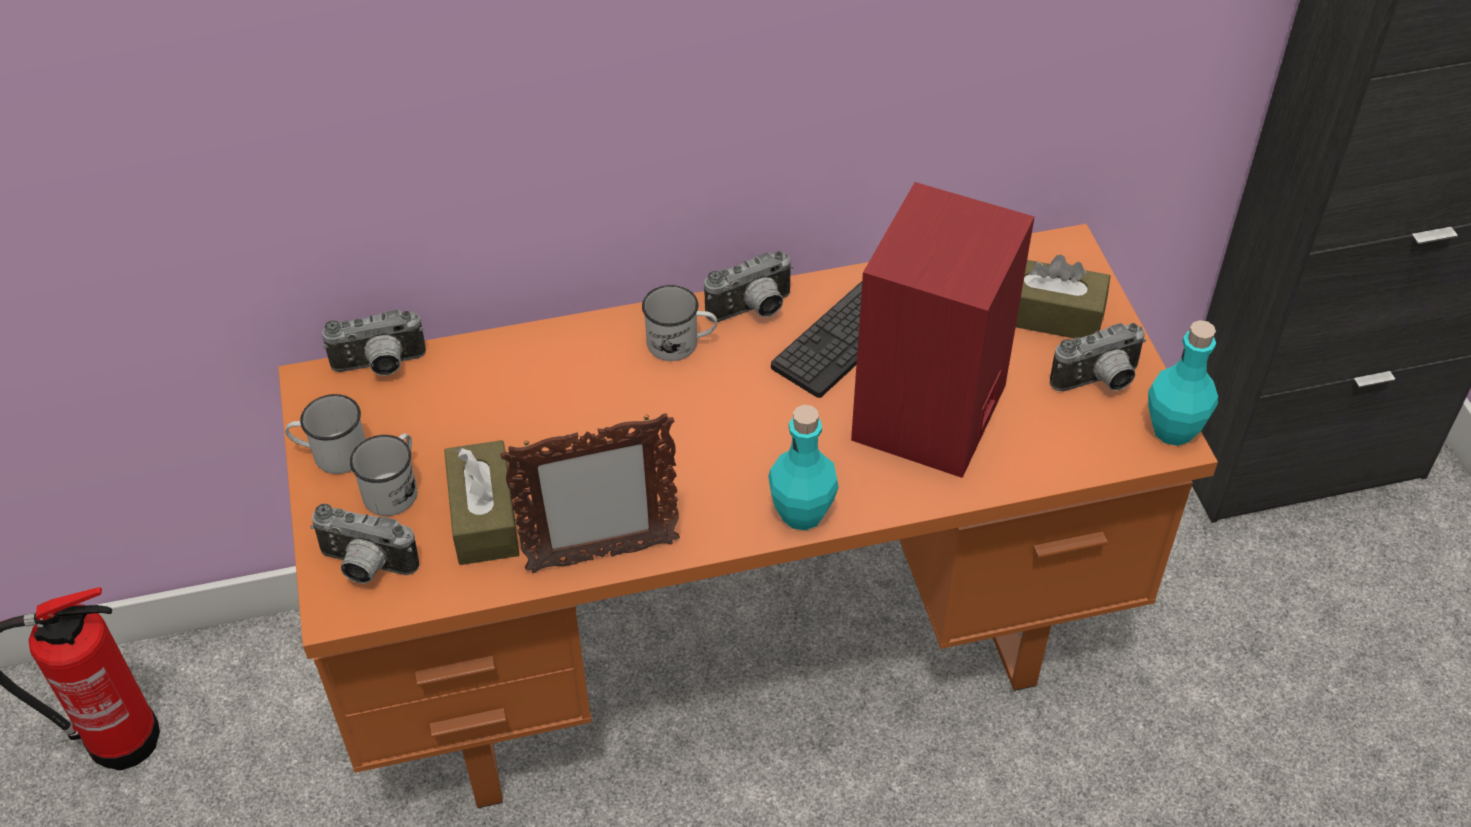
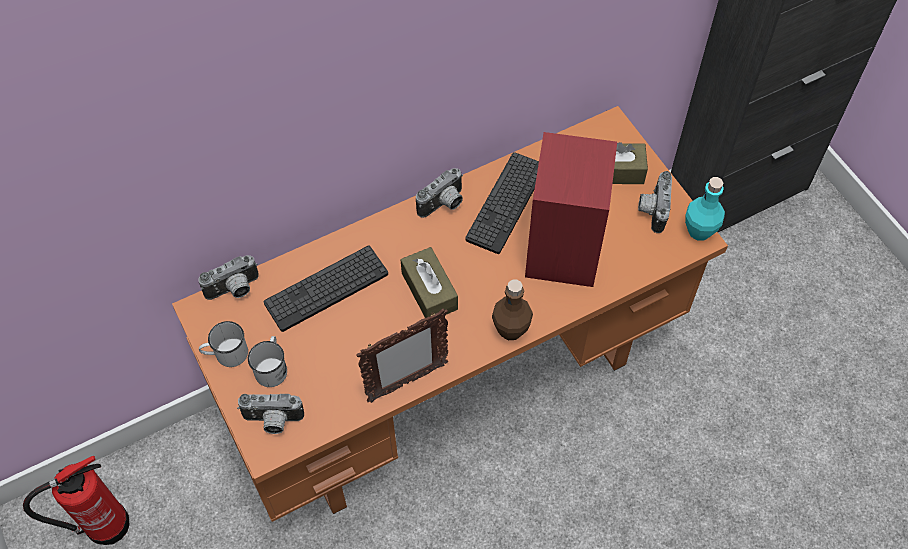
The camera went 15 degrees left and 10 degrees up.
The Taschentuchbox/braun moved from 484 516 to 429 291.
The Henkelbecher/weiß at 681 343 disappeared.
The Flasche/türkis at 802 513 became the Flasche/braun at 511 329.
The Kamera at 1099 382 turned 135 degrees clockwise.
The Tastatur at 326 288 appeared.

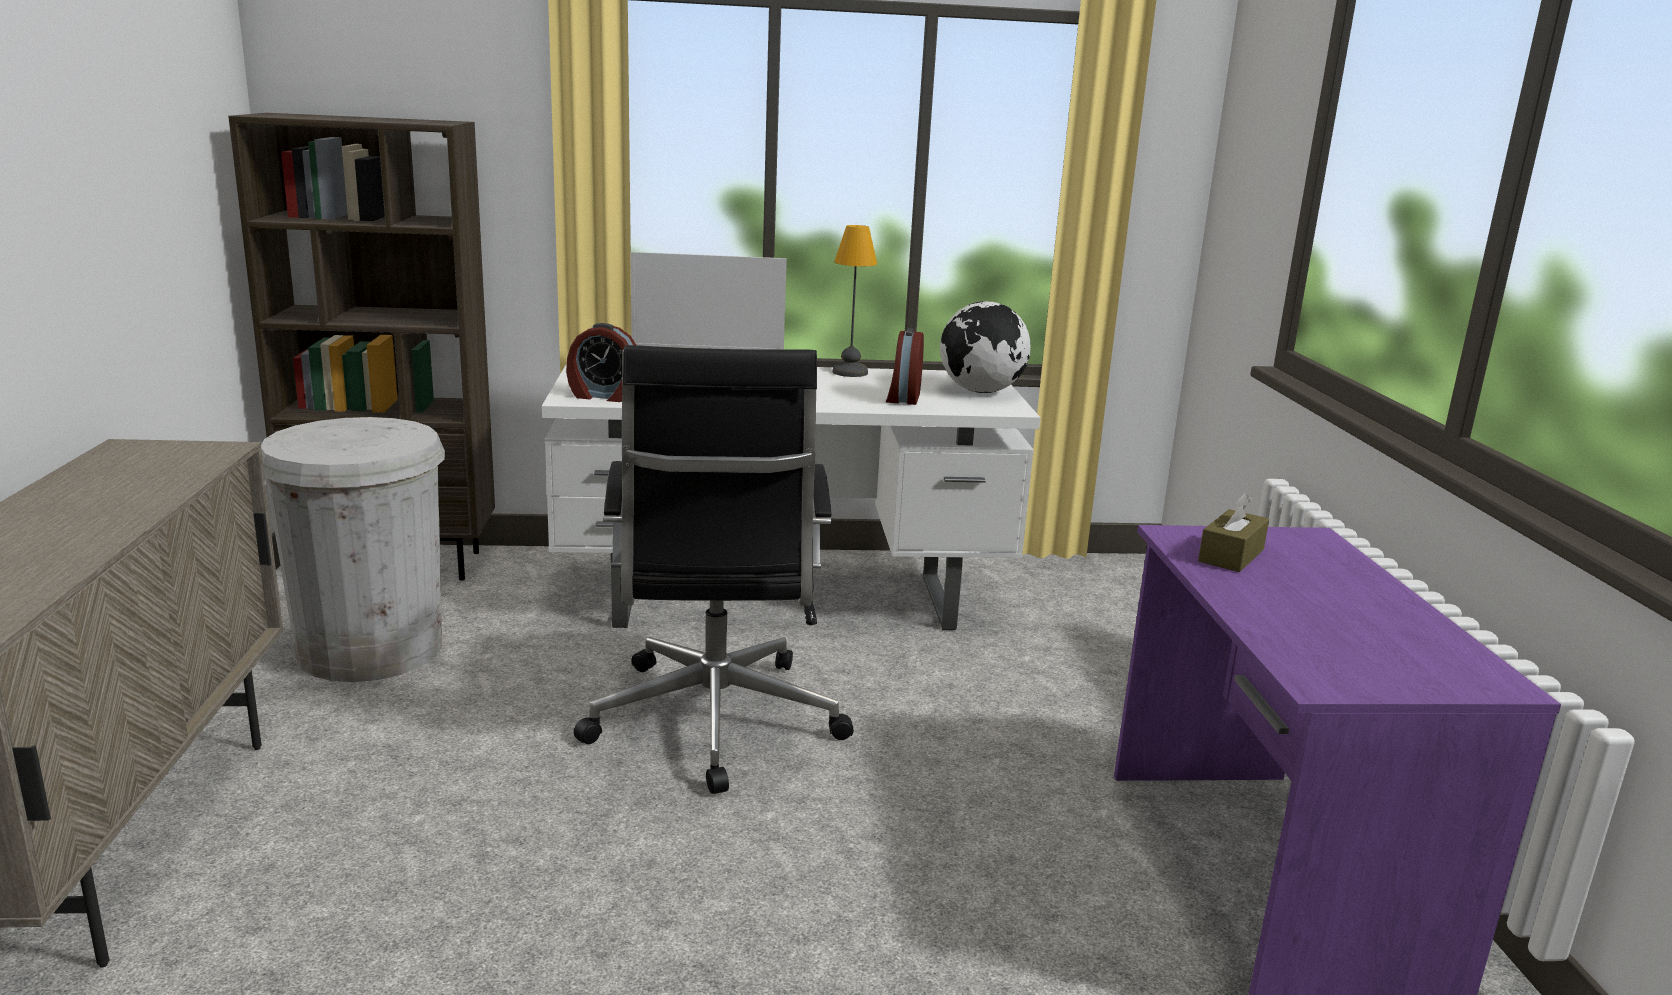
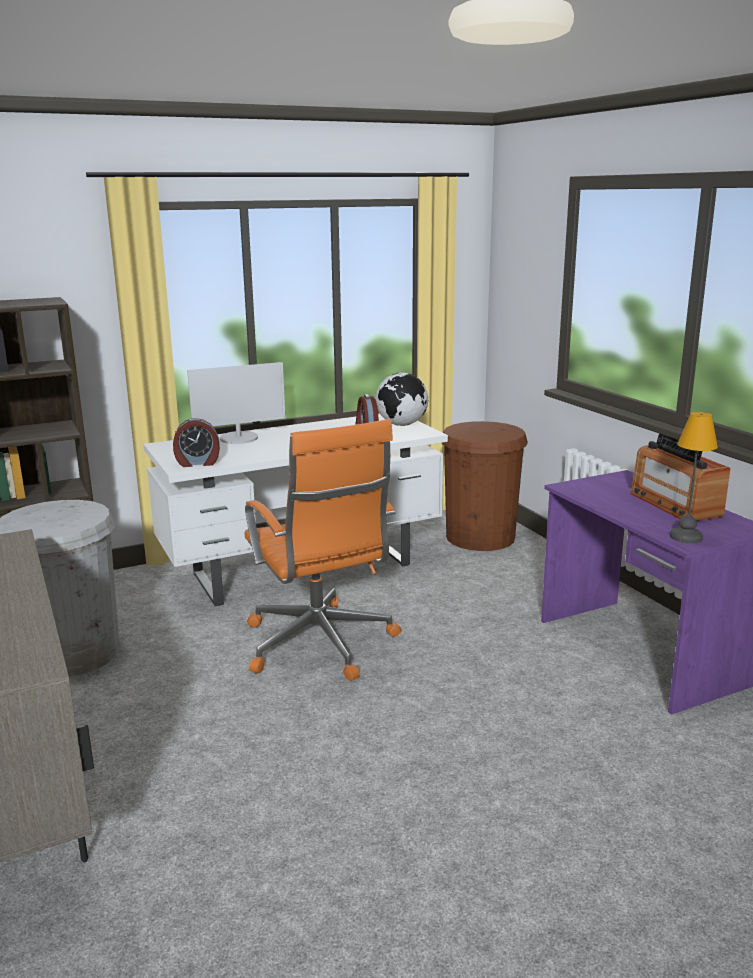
The camera went 20 degrees left and 0 degrees up.
The Bürostuhl/schwarz at 714 724 became the Bürostuhl/orange at 320 645.
The Tischlampe moved from 850 372 to 685 536.
The Taschentuchbox/braun at 1231 555 disappeared.
The Mülleimer/braun at 480 537 appeared.
The Radio at 675 504 appeared.

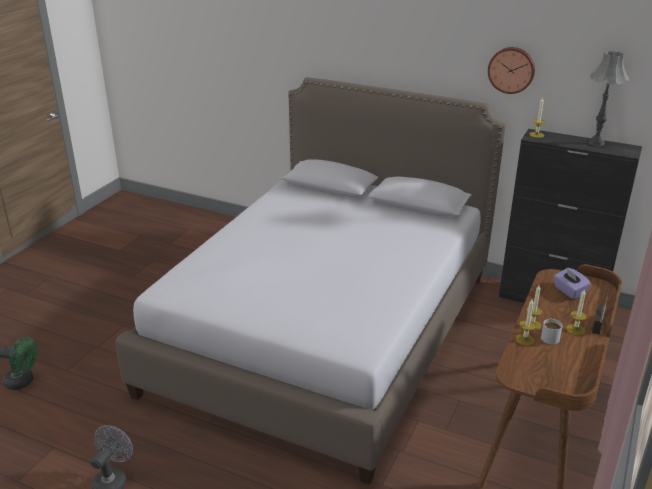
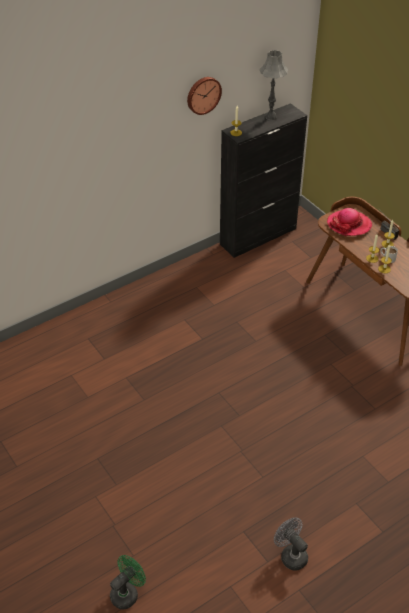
The camera went 60 degrees left and 15 degrees up.
The Bett at 325 331 disappeared.
The Taschentuchbox/lila at 569 291 was replaced by the Hut at 349 225.

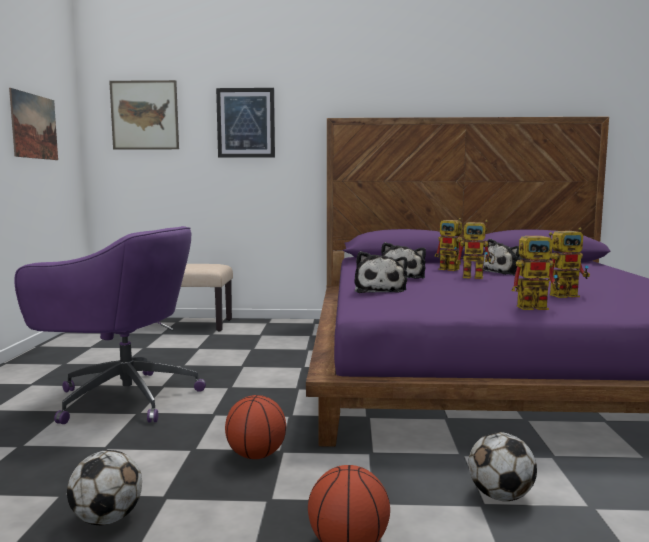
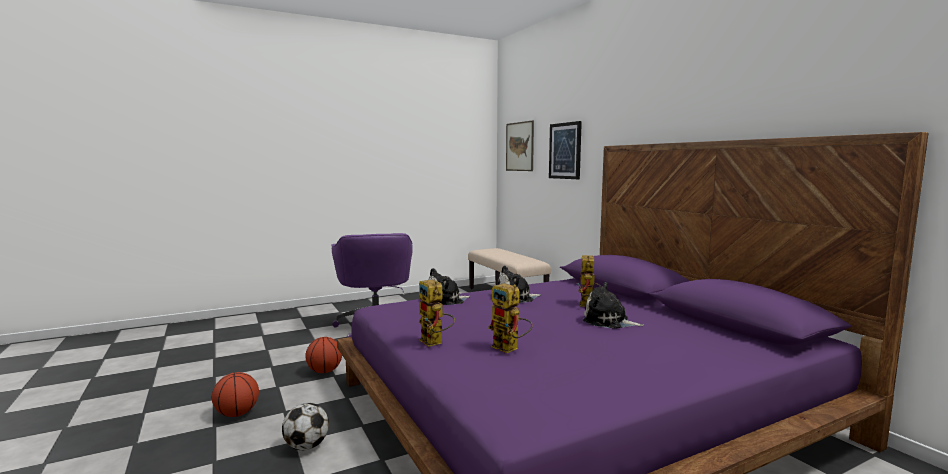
The camera went 60 degrees right and 0 degrees up.
The Bild at 34 126 disappeared.
The Fußball at 107 519 disappeared.
The Spielzeugroboter at 478 277 disappeared.

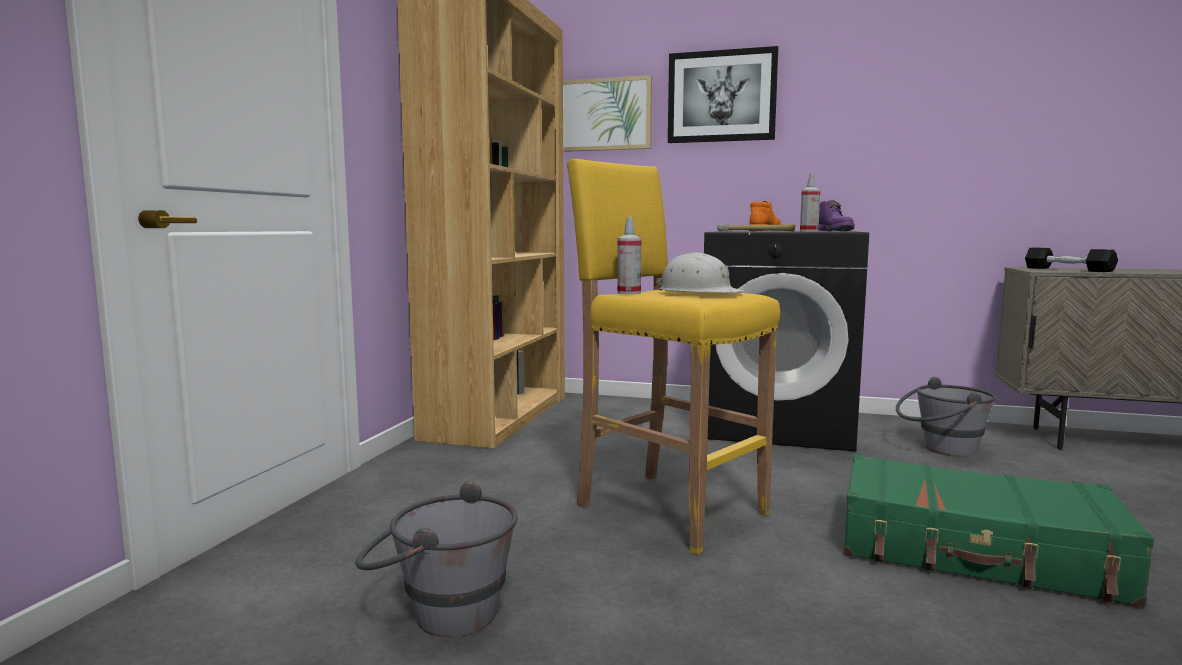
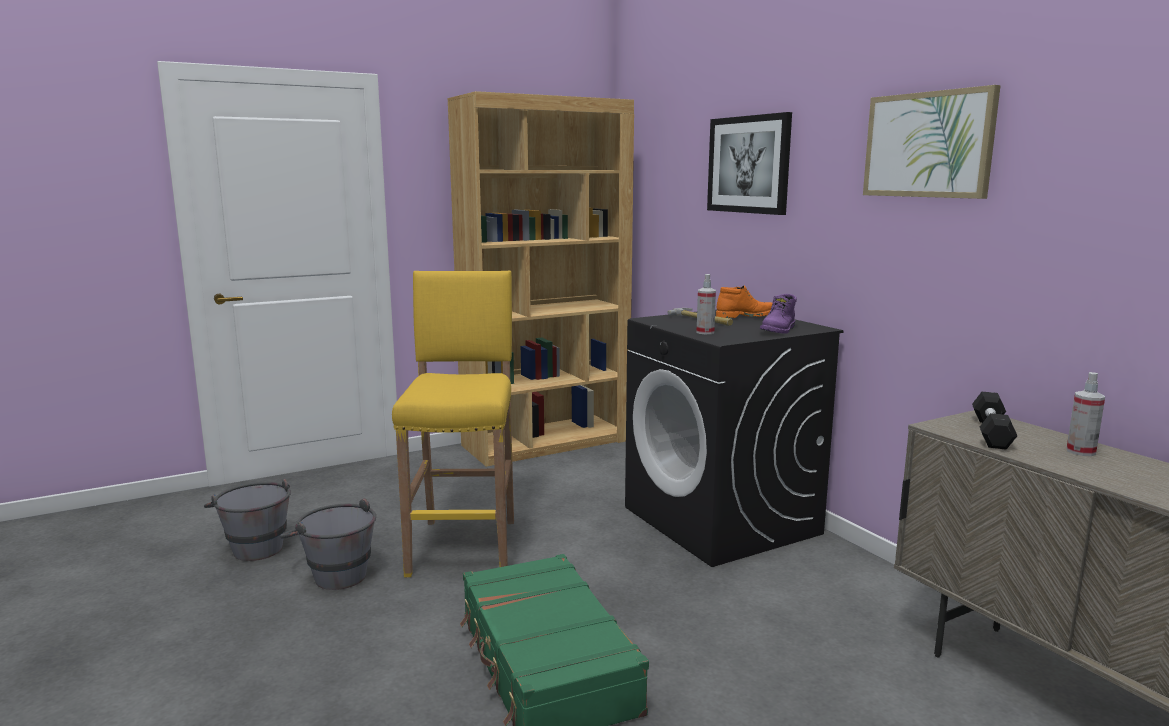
The camera went 45 degrees right and 5 degrees up.
The Bild moved from 604 115 to 928 145.
The Sprühflasche moved from 629 293 to 1080 451.
The Schutzhelm/weiß at 698 292 disappeared.
The Eimer/grau moved from 941 450 to 333 574.

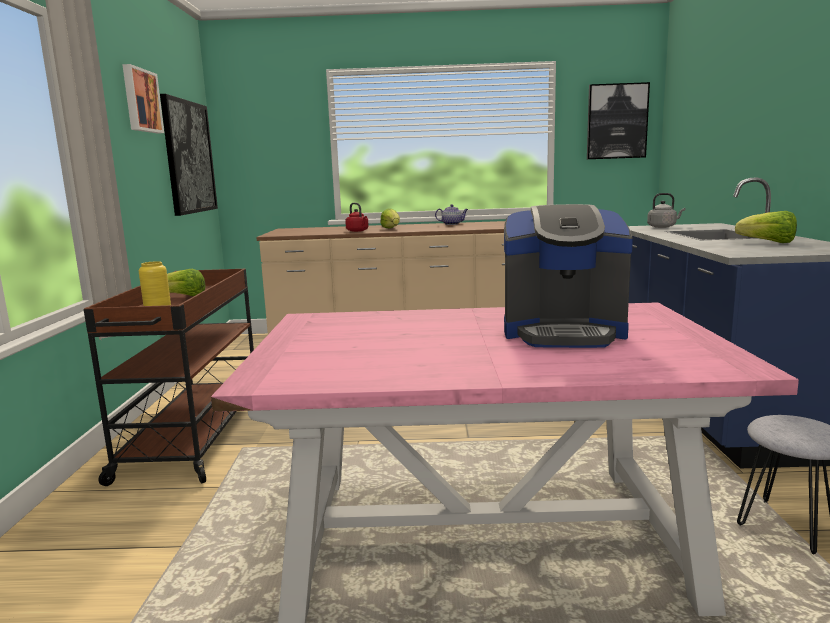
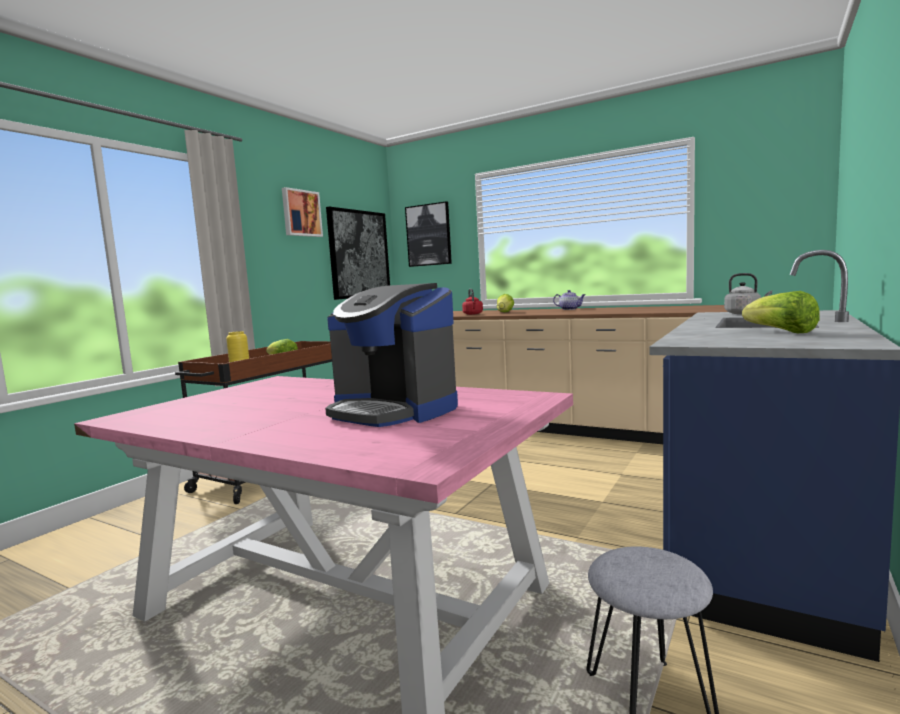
The camera went 30 degrees right and 5 degrees down.
The Bild moved from 616 121 to 429 235.

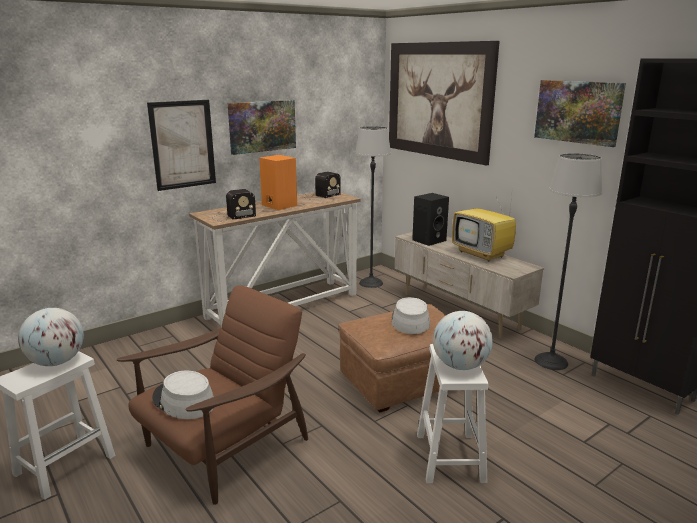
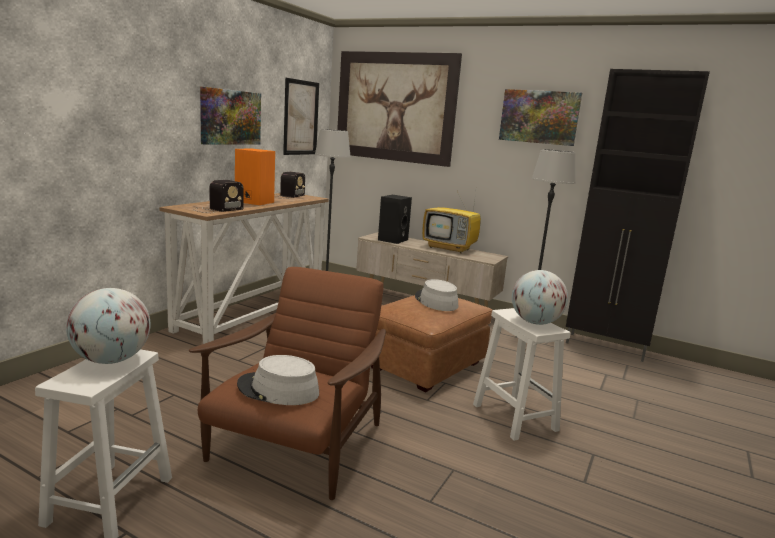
The camera went 25 degrees left and 5 degrees down.
The Bild moved from 183 144 to 301 118.

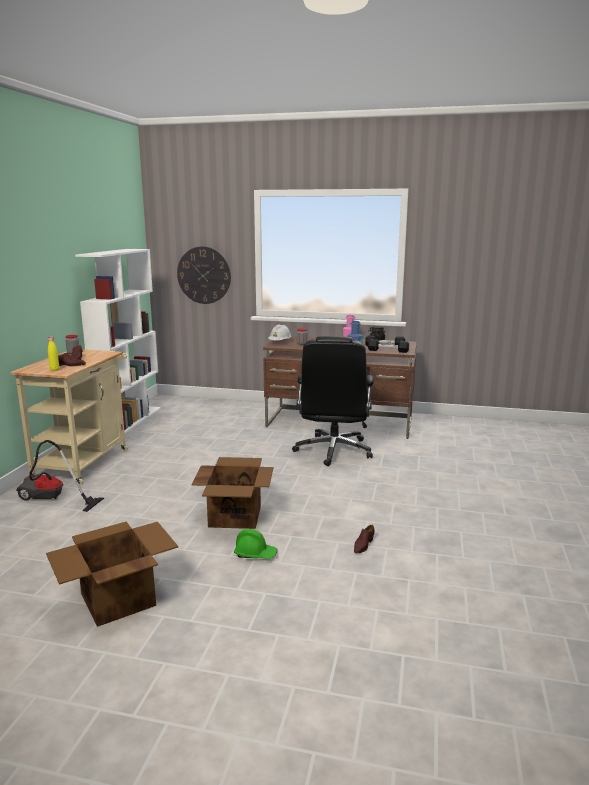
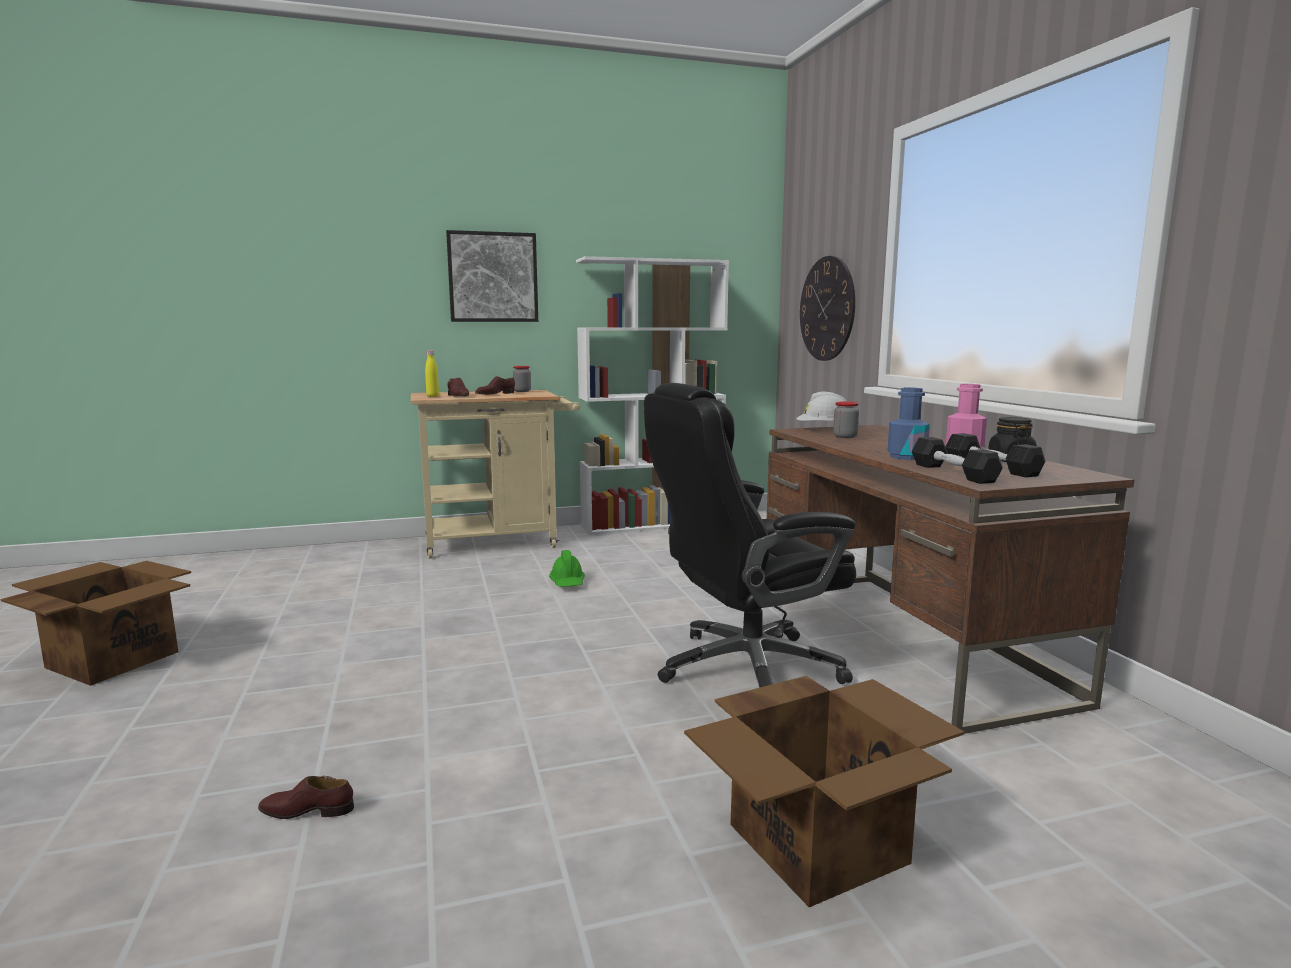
The camera went 60 degrees right and 5 degrees down.
The Staubsauger at 51 500 disappeared.
The Karton moved from 235 516 to 820 843.
The Schutzhelm/grün moved from 255 554 to 567 583.
The Bild at 493 277 appeared.

